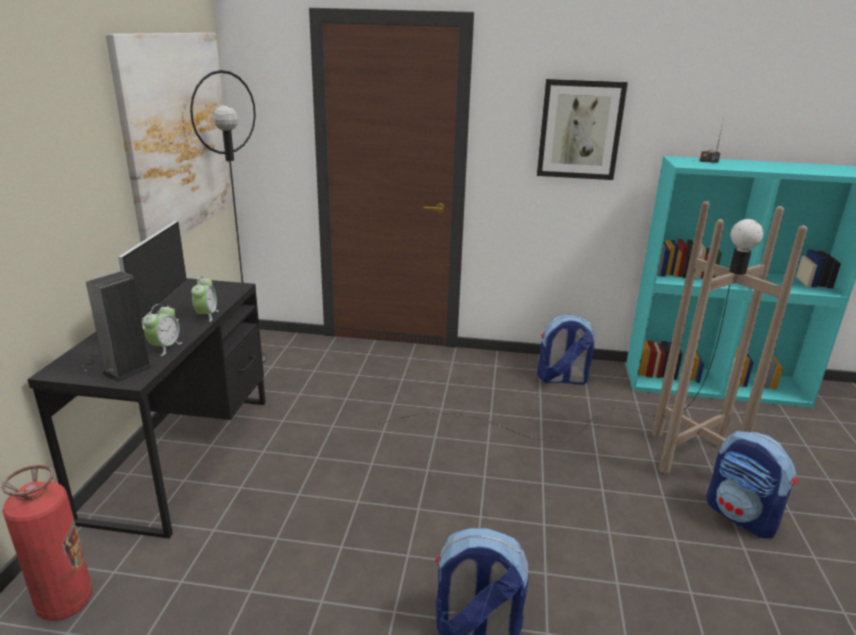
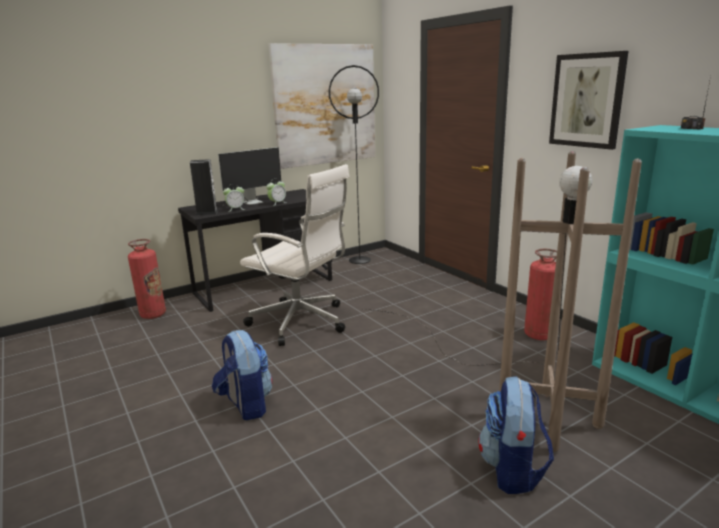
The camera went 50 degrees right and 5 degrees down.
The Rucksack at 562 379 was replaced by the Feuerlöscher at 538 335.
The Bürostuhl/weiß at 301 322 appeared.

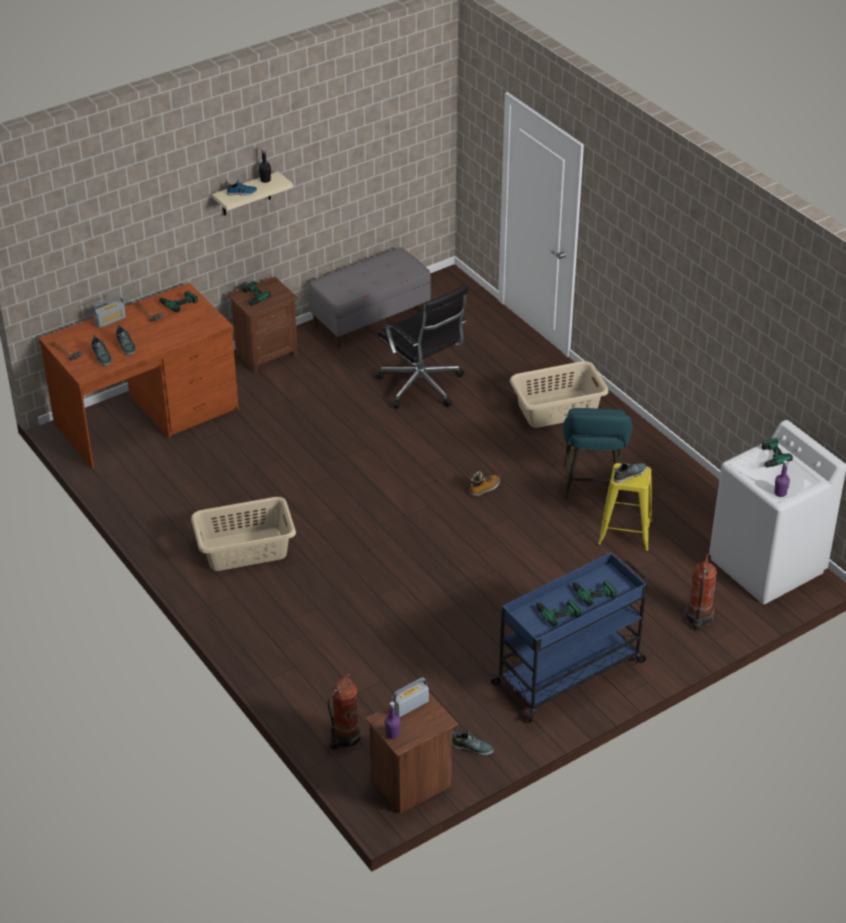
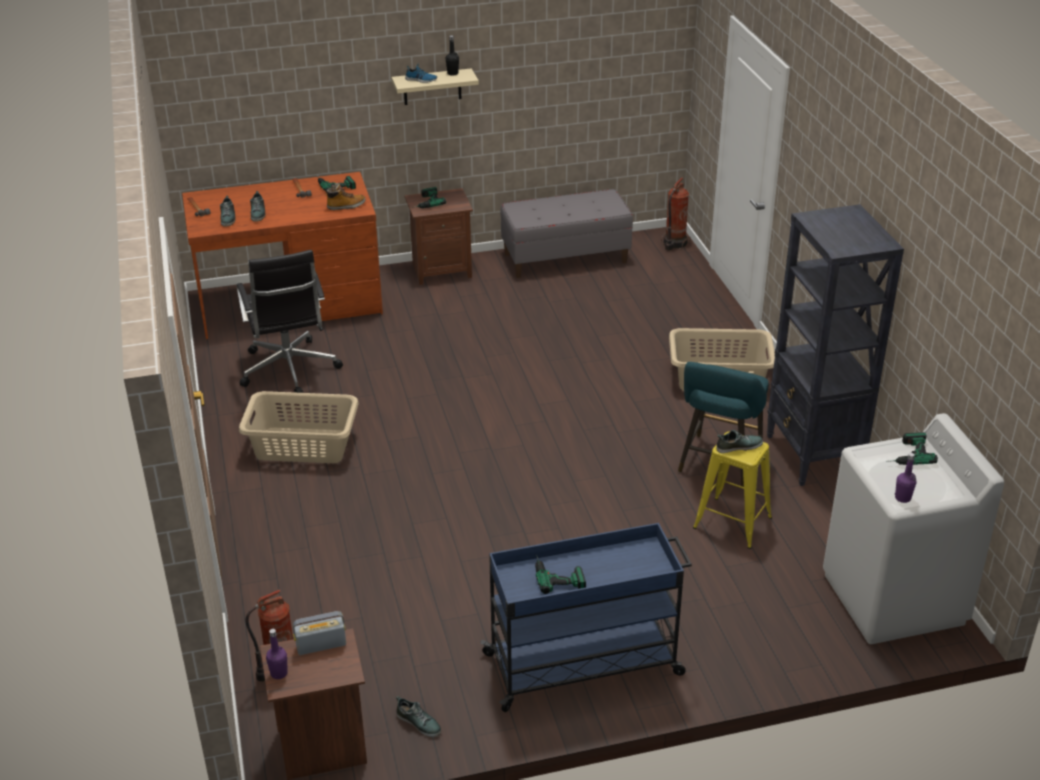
The camera went 20 degrees right and 5 degrees down.
The Radio at 110 320 disappeared.
The Bürostuhl/schwarz moved from 422 387 to 289 370.
The Stiefel moved from 484 488 to 346 206.
The Bohrmaschine at 590 589 disappeared.
The Feuerlöscher moved from 698 618 to 674 243.
The Bücherregal/schwarz at 813 456 appeared.

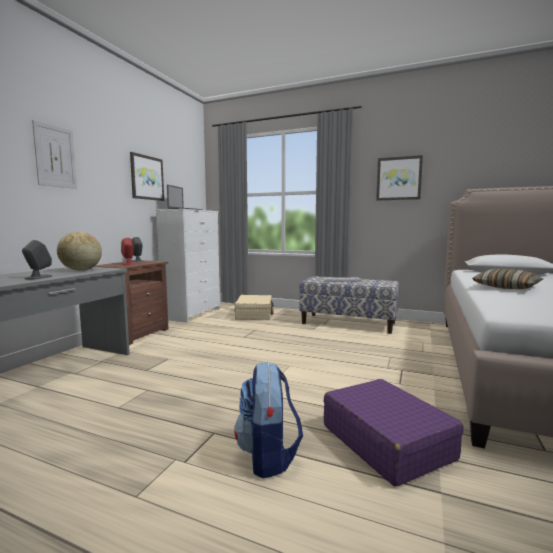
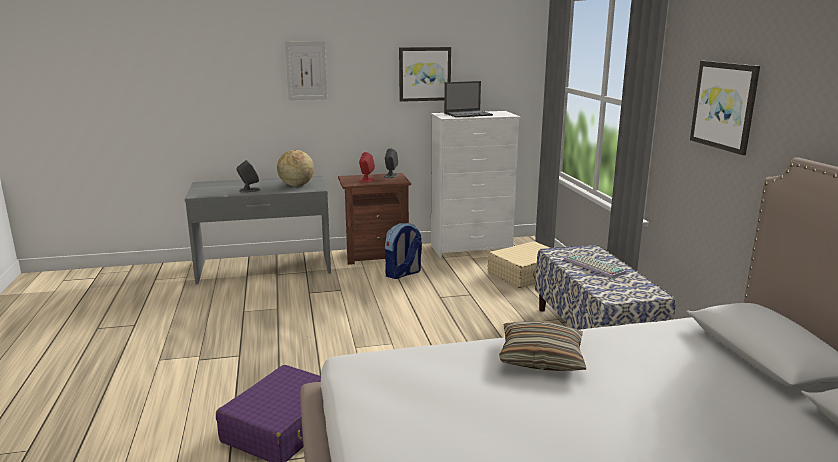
The camera went 55 degrees right and 10 degrees up.
The Rucksack moved from 268 456 to 403 274.

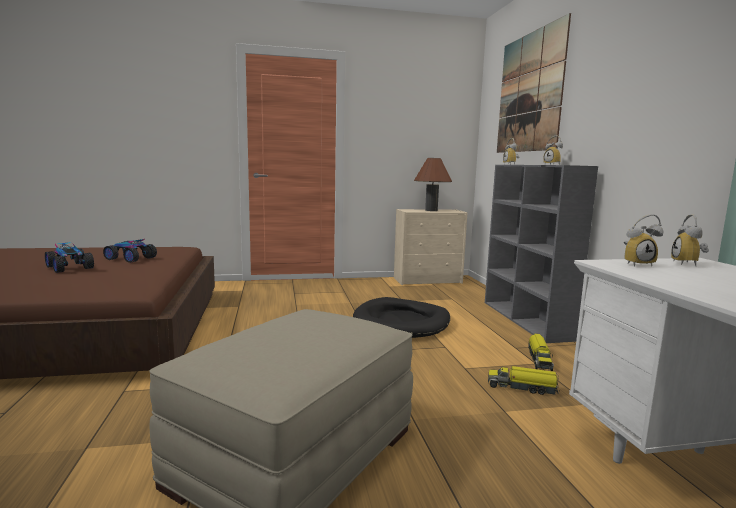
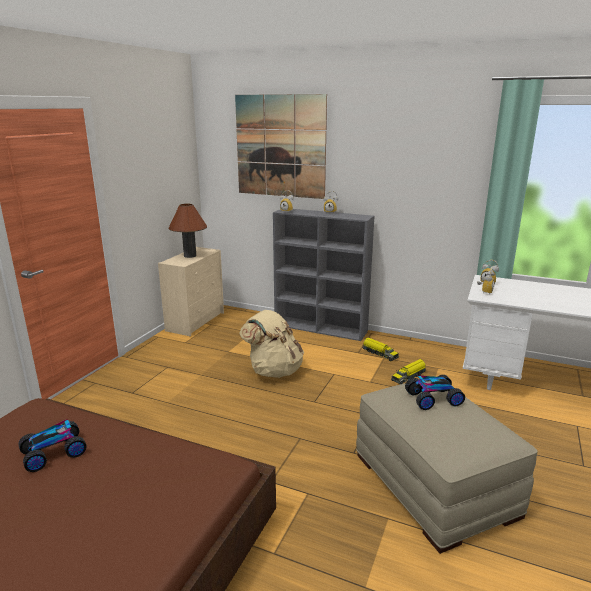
The camera went 55 degrees left and 10 degrees up.
The Spielzeugauto moved from 69 267 to 433 399.
The Hundebett/schwarz at 402 322 was replaced by the Rucksack/beige at 273 371.

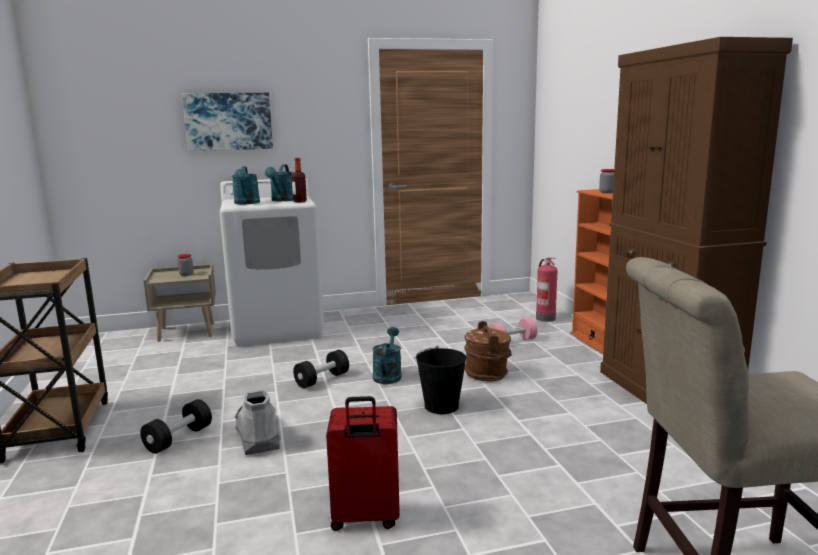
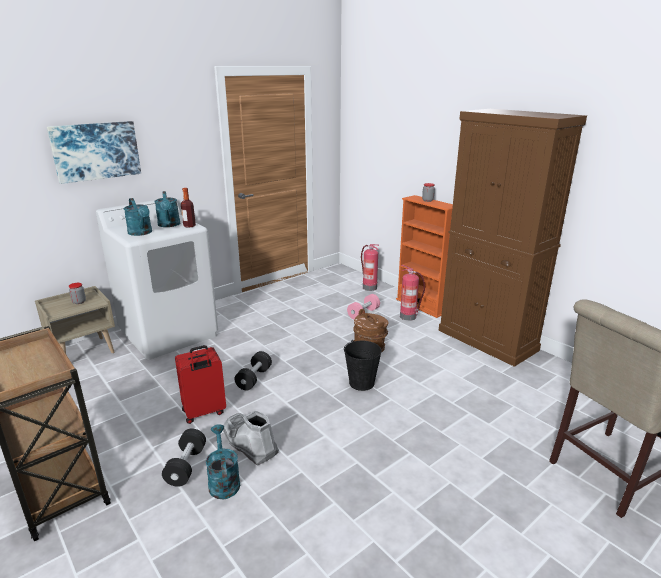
The camera went 25 degrees left and 10 degrees up.
The Koffer/rot moved from 365 518 to 204 412.
The Gießkanne/türkis moved from 388 375 to 223 481.
The Feuerlöscher at 409 316 appeared.

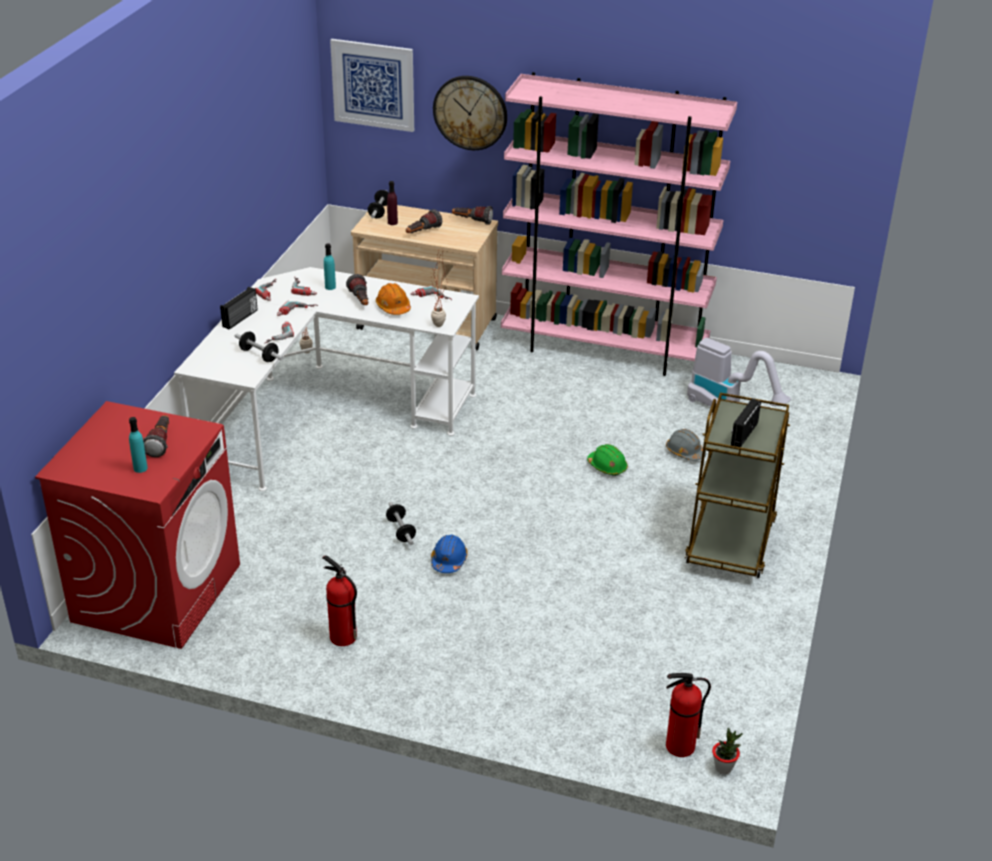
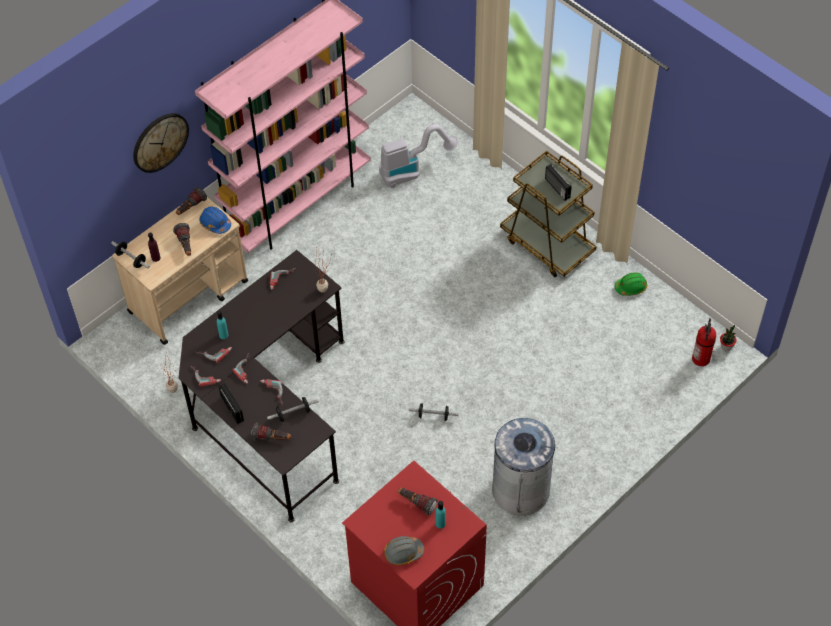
The camera went 60 degrees left and 20 degrees up.
The Schreibtisch/weiß at 325 415 became the Schreibtisch/schwarz at 269 409.
The Feuerlöscher at 342 636 was replaced by the Mülleimer/grau at 521 489.
The Bild at 373 84 disappeared.
The Taschenlampe moved from 360 301 to 272 438.
The Schutzhelm/orange at 393 307 disappeared.
The Schutzhelm/blau moved from 449 560 to 215 223.
The Schutzhelm/grün moved from 607 466 to 631 287.
The Schutzhelm/grau moved from 685 452 to 403 552.

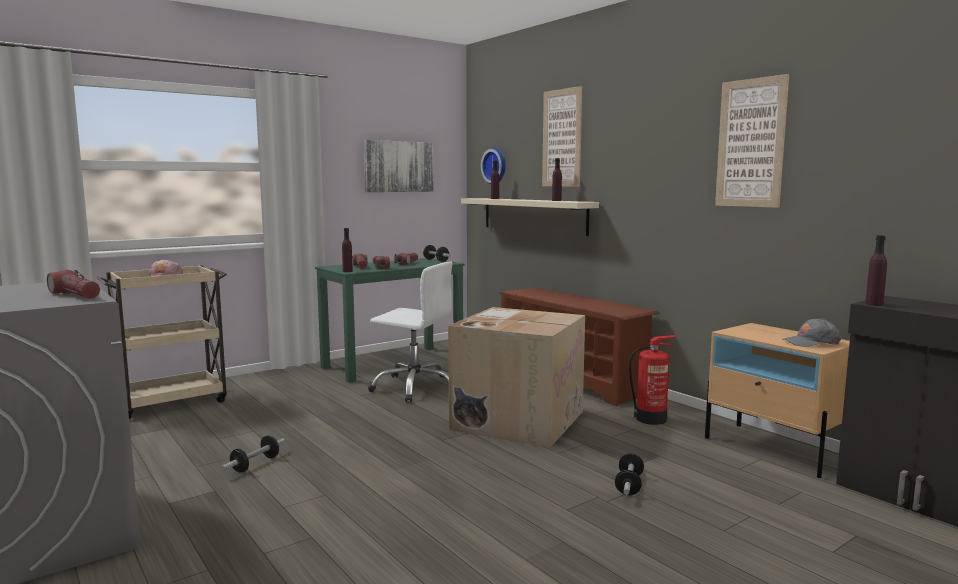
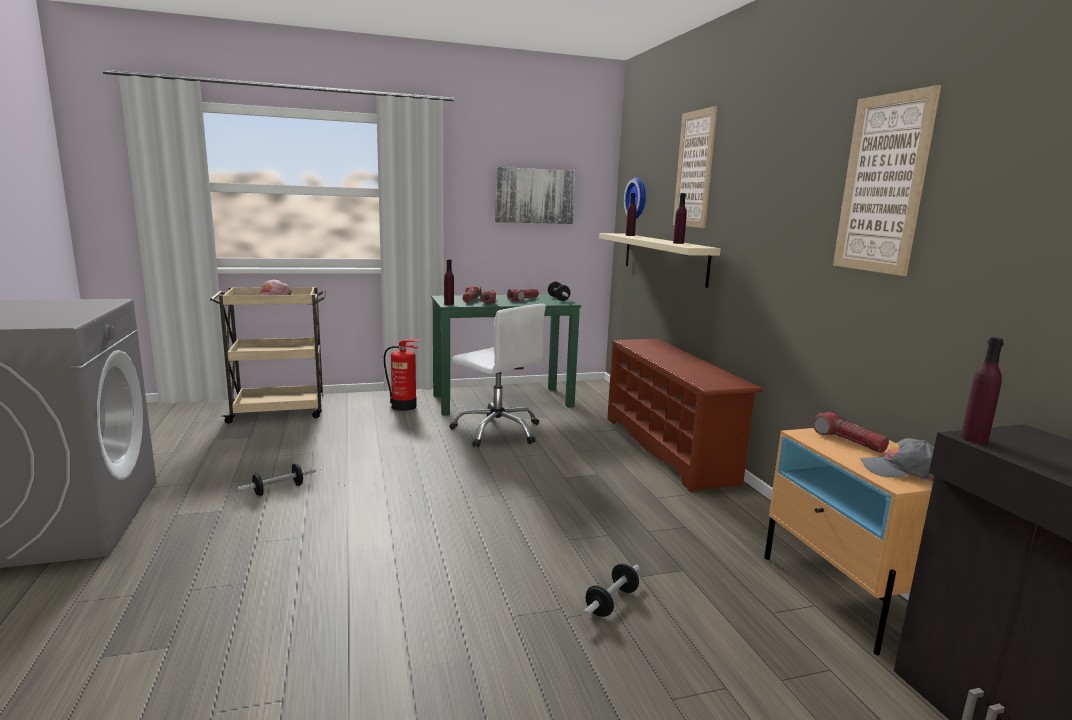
The camera went 20 degrees right and 5 degrees up.
The Taschenlampe moved from 76 295 to 848 441.
The Karton at 517 419 disappeared.
The Feuerlöscher moved from 652 419 to 404 406.

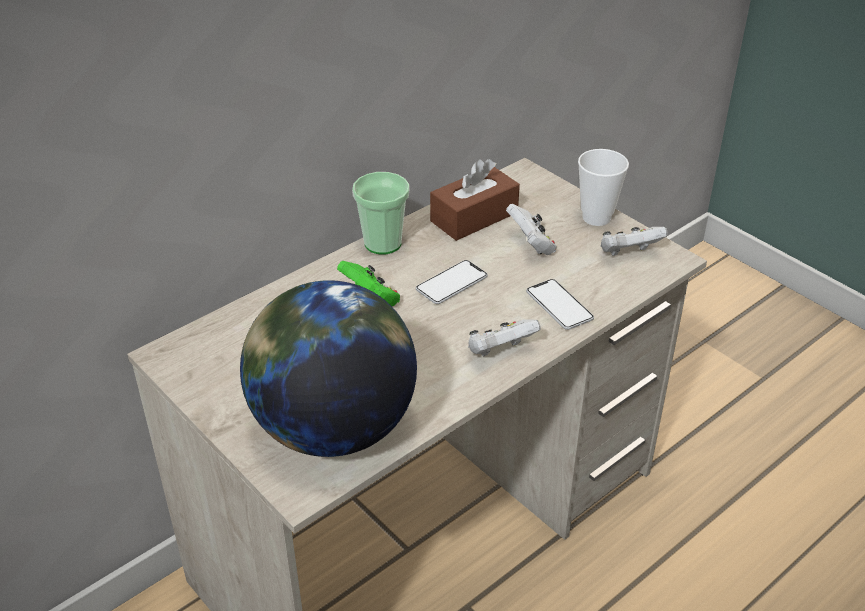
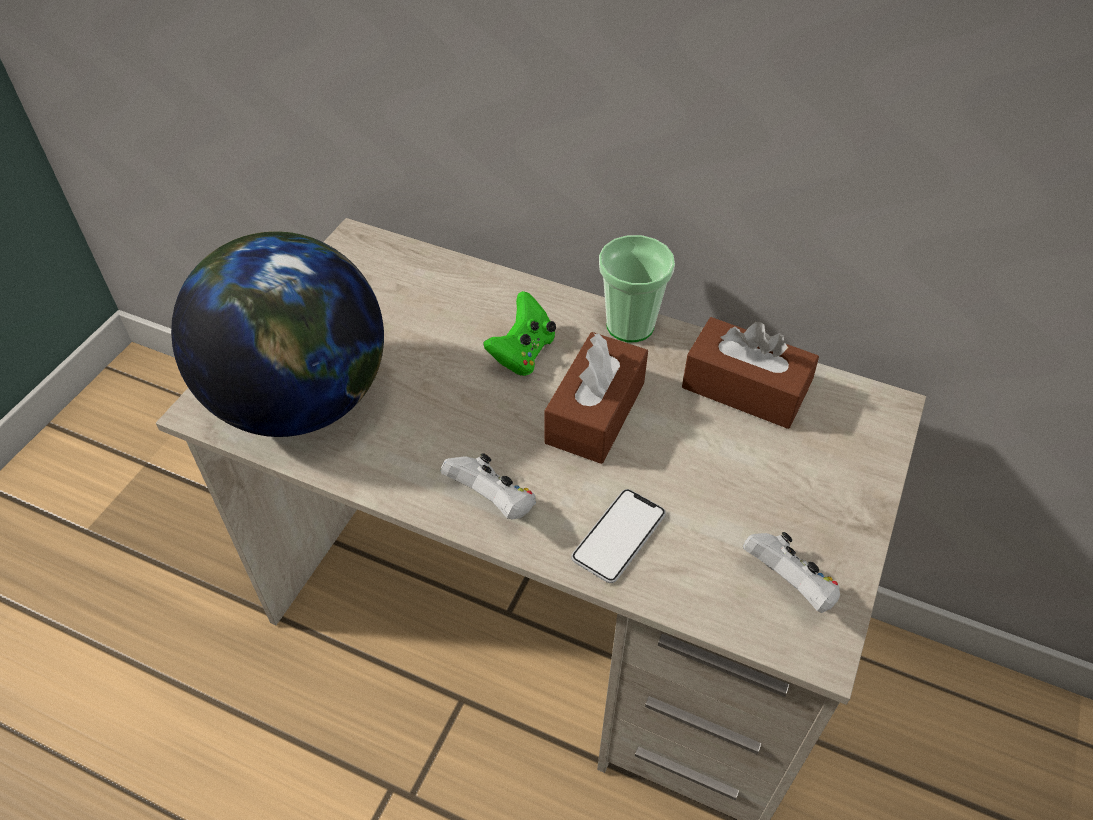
The camera went 65 degrees right and 10 degrees up.
The Handy at 451 283 was replaced by the Taschentuchbox/braun at 595 412.
The Gamepad/weiß at 531 245 disappeared.
The Tasse at 596 217 disappeared.

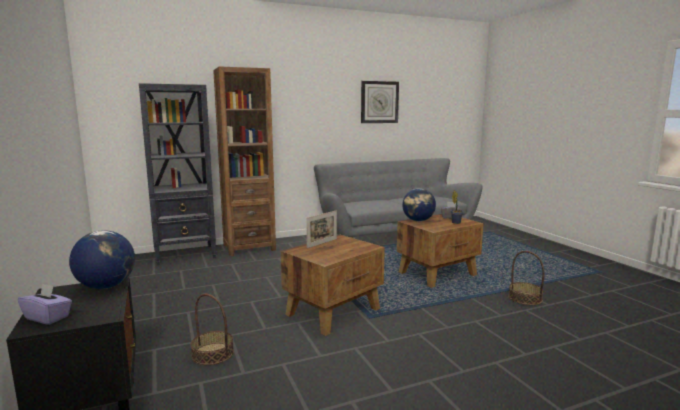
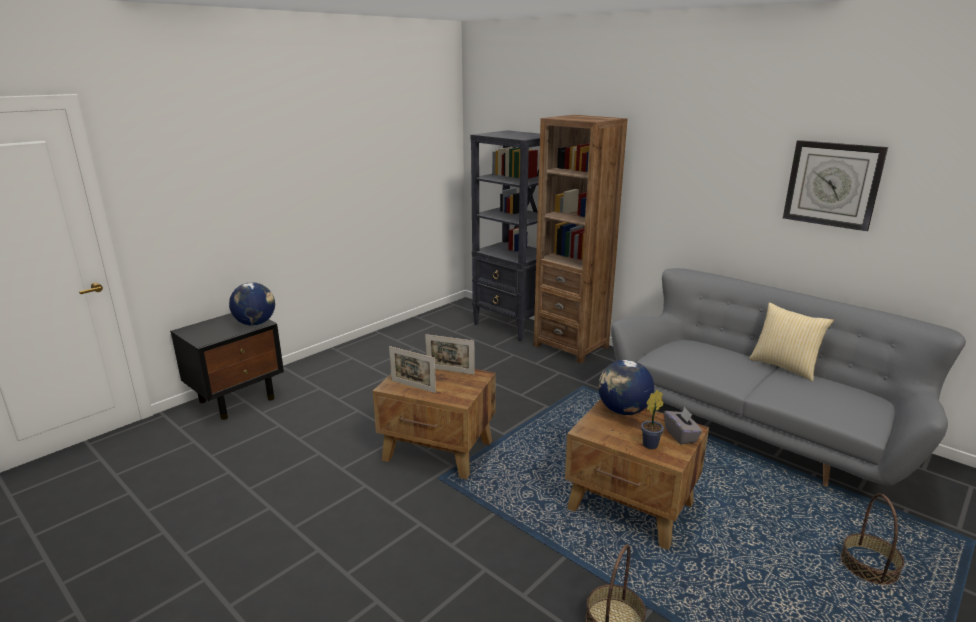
The camera went 65 degrees right and 10 degrees up.
The Taschentuchbox/lila at 48 317 disappeared.
The Korb moved from 213 353 to 869 566.
The Bilderrahmen at 413 386 appeared.
The Kissen at 784 366 appeared.

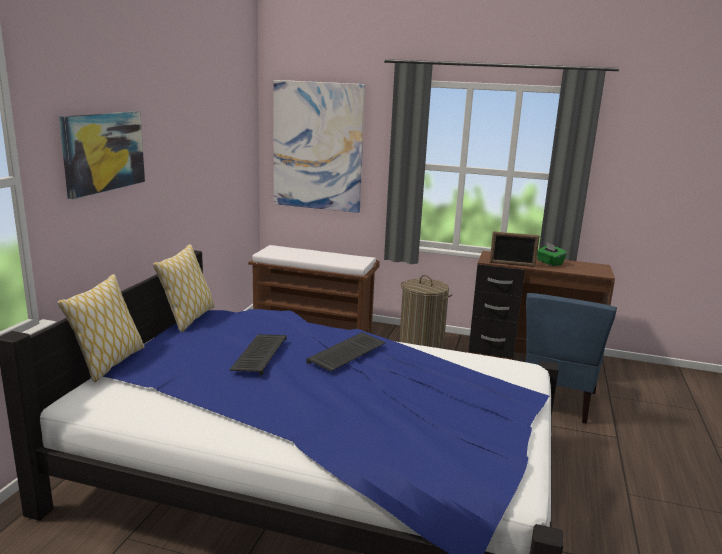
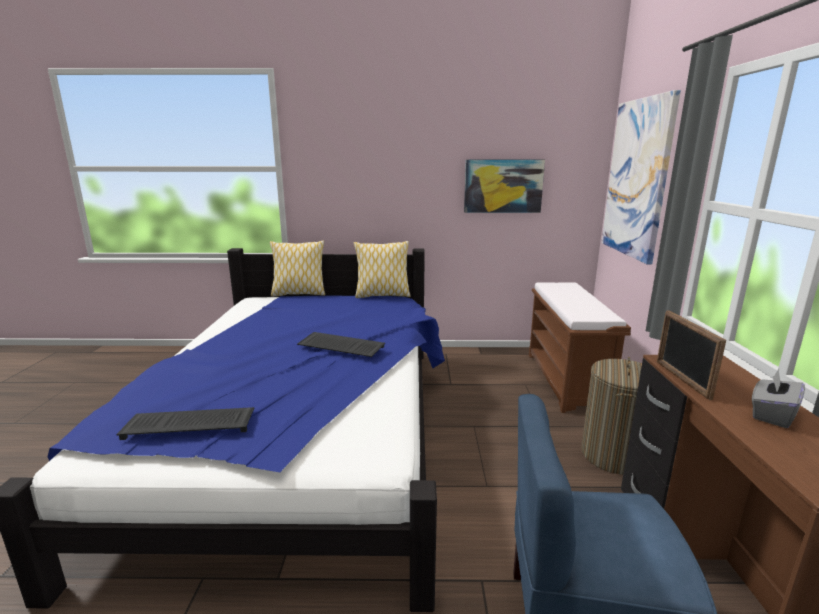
The camera went 75 degrees right and 0 degrees up.
The Bild moved from 103 152 to 503 186.
The Tastatur moved from 259 354 to 192 423.
The Taschentuchbox/grün at 549 263 became the Taschentuchbox/grau at 771 414.

